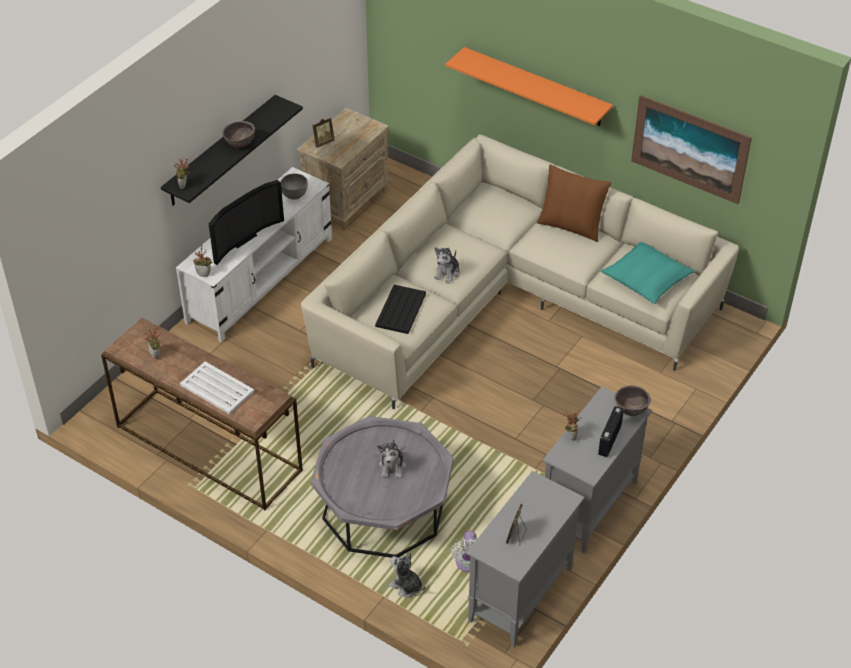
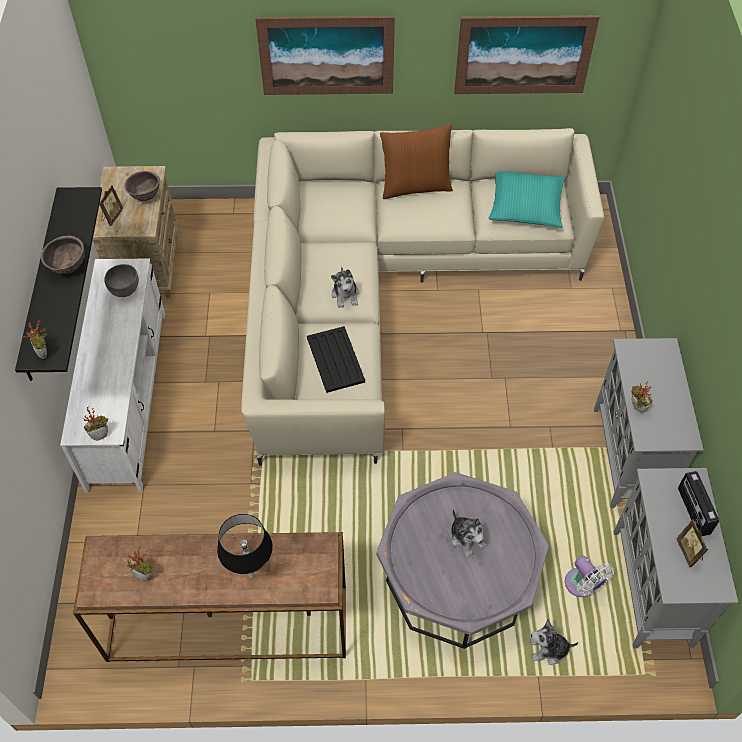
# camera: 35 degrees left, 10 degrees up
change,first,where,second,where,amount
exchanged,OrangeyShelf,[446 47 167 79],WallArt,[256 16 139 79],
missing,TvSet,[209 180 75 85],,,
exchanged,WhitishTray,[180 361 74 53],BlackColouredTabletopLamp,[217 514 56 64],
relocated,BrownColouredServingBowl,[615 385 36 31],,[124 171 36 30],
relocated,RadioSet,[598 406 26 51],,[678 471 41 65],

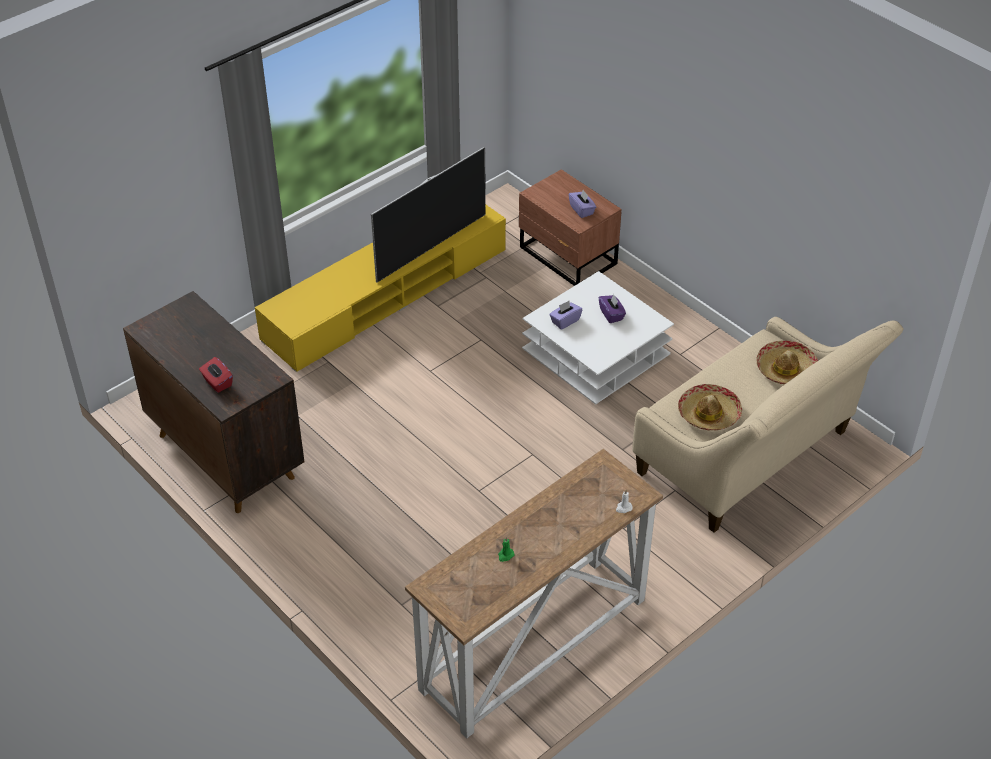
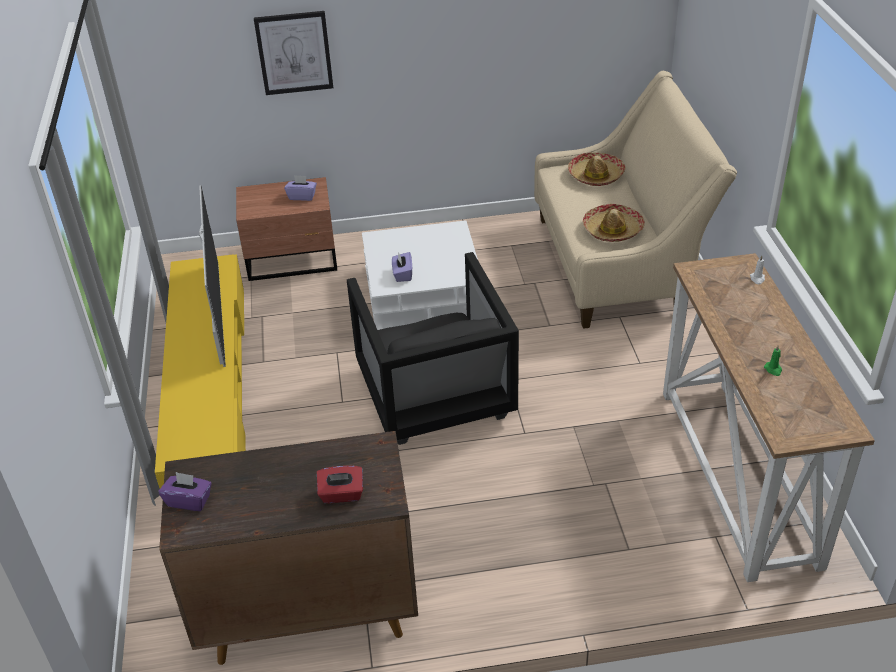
# camera: 55 degrees left, 5 degrees down
change,first,where,second,where,amount
relocated,PurpleColouredBoxOfTissues,[599 294 27 29],,[159 472 53 39],
appeared,,,WallArt,[254 11 79 84],
appeared,,,BlackColouredEasyChair,[347 252 172 193],

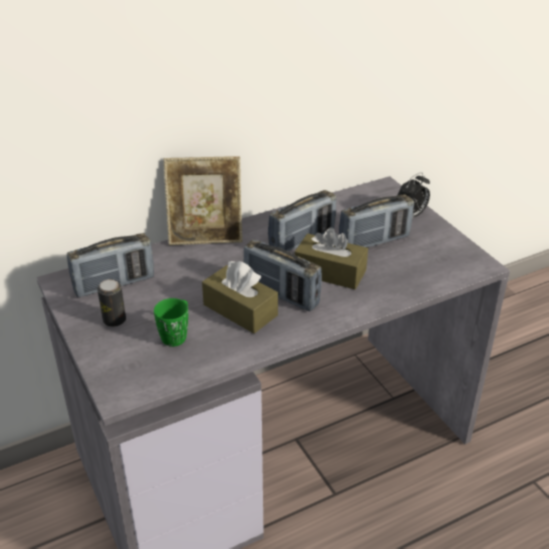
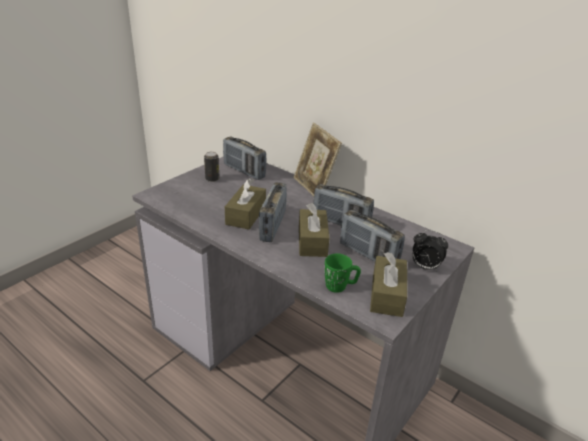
# camera: 65 degrees right, 5 degrees down
change,first,where,second,where,amount
relocated,GreenColouredTeaMug,[154 298 34 49],,[325 253 36 40],
appeared,,,BrownColouredBoxOfTissues,[370 252 37 65],

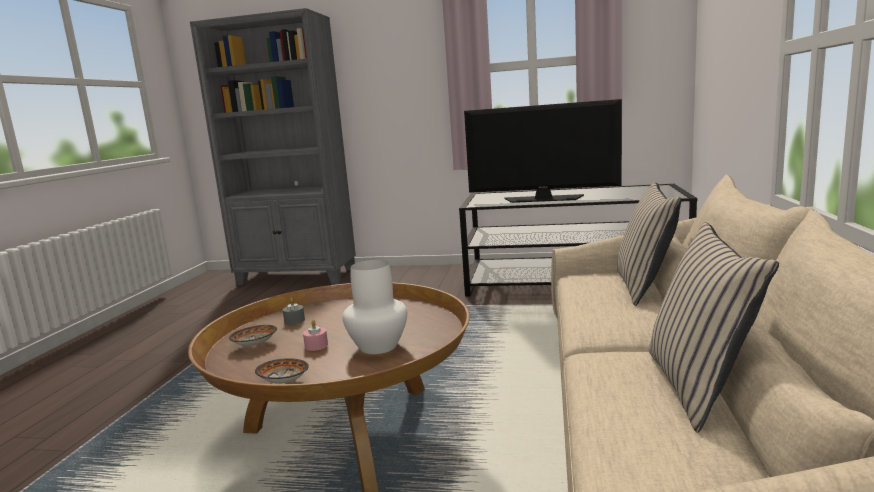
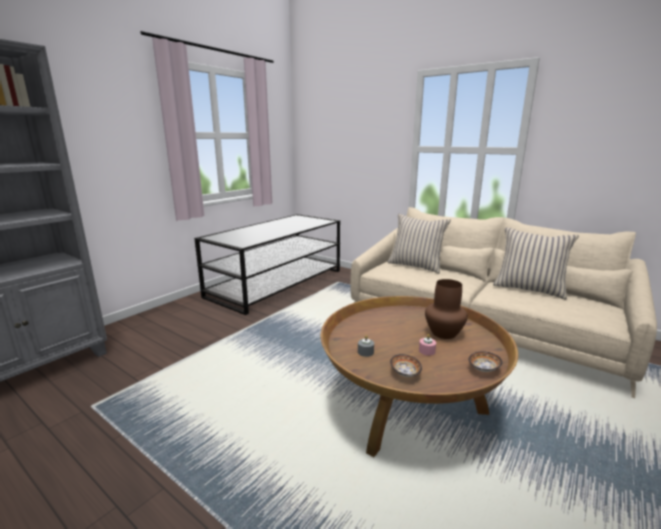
# camera: 65 degrees left, 5 degrees up
change,first,where,second,where,amount
missing,TvSet,[464 99 158 104],,,
colour,WhitishFlowerVase,[343 260 64 94],BrownColouredFlowerVase,[425 279 43 60],

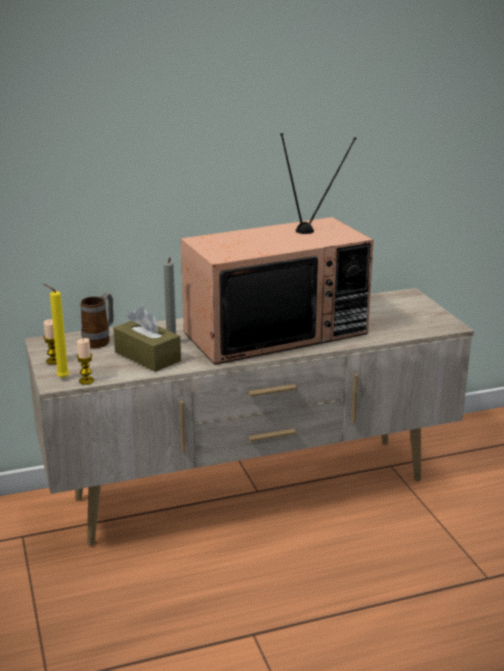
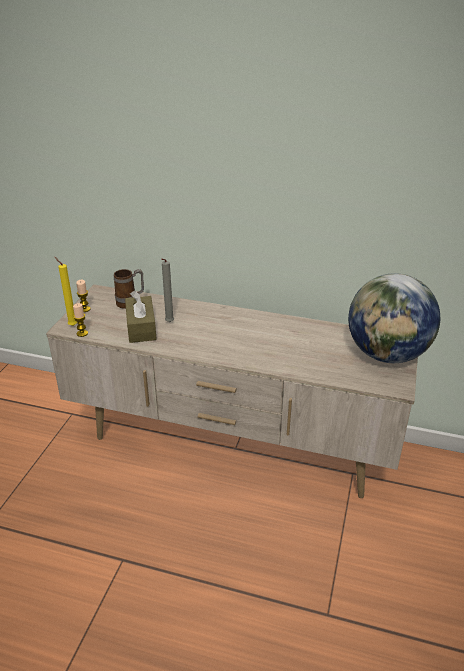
# camera: 35 degrees right, 10 degrees up
change,first,where,second,where,amount
missing,TvSet,[181 133 192 232],,,
appeared,,,Globe,[348 273 92 90],

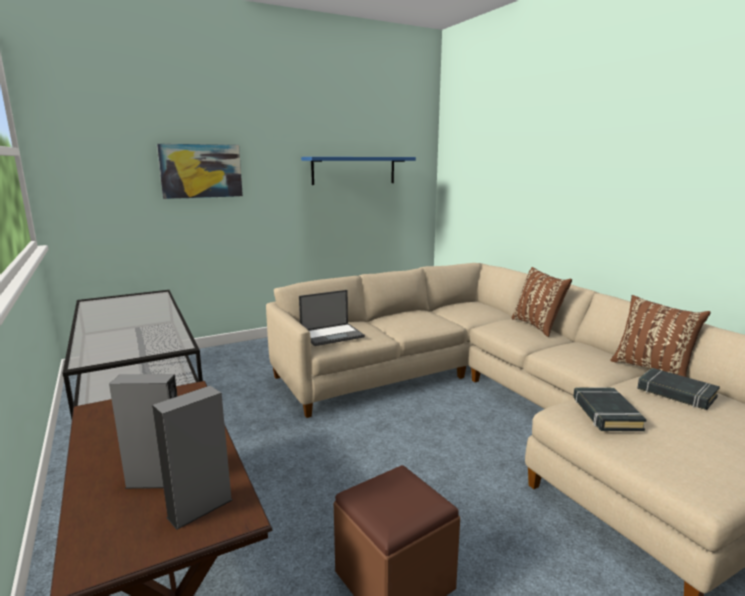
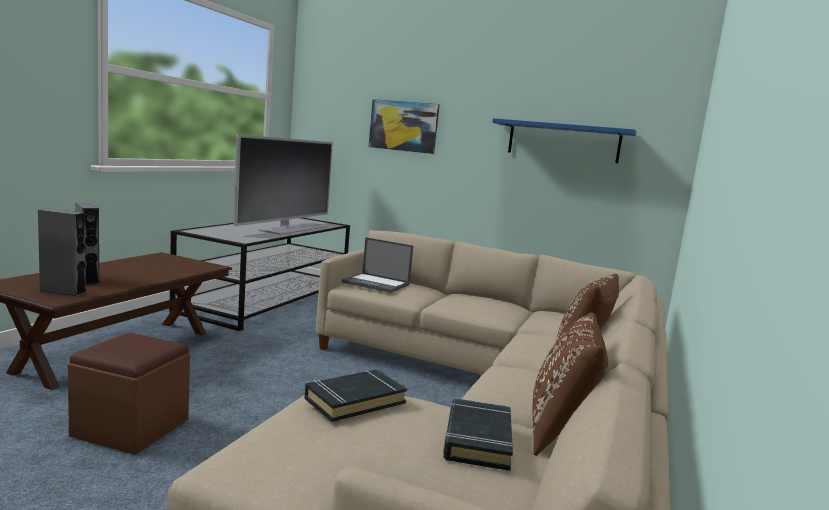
# camera: 50 degrees right, 5 degrees down
change,first,where,second,where,amount
appeared,,,TvSet,[233 134 100 101],

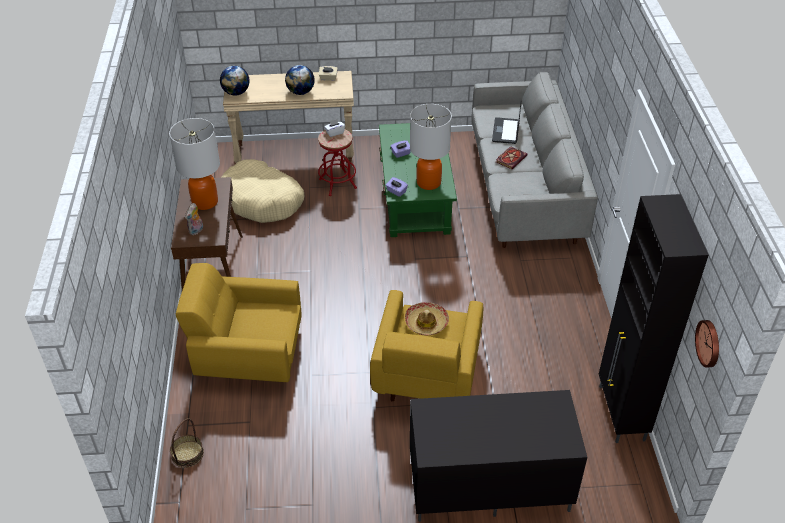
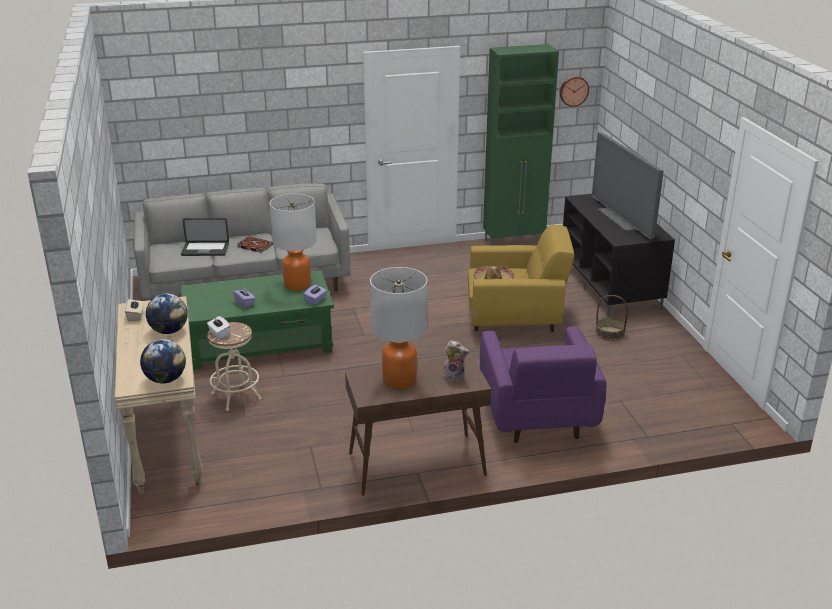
# camera: 100 degrees left, 15 degrees down
change,first,where,second,where,amount
colour,RedStoolSeat,[318 129 39 67],BeigeColouredStoolSeat,[207 322 55 89],
missing,BeigeColouredPetBed,[221 159 83 64],,,
colour,BlackColouredCabinet,[599 194 109 249],GreenColouredCabinet,[483 44 76 201],
colour,YellowishEasyChair,[176 263 126 119],PurpleColouredEasyChair,[480 326 126 117],
relocated,StorageBasket,[170 418 34 50],,[596 295 32 46],
appeared,,,TvSet,[592 132 72 108],

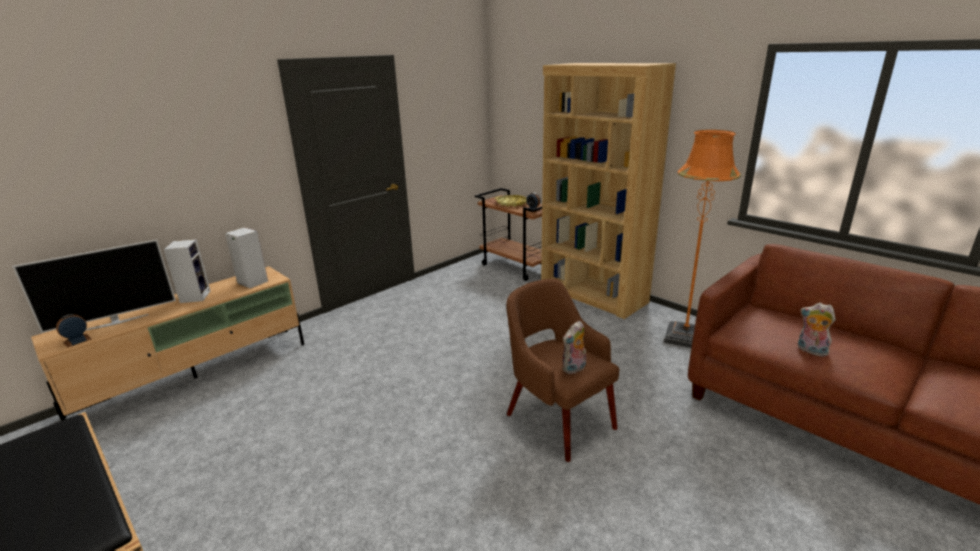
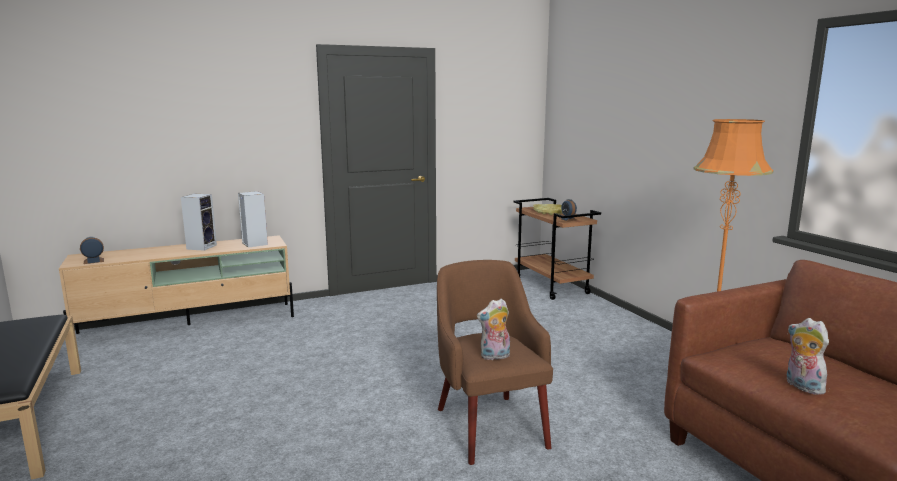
# camera: 20 degrees right, 10 degrees down
change,first,where,second,where,amount
missing,BrownColouredBookcase,[541 63 135 256],,,
missing,TvSet,[12 240 164 93],,,

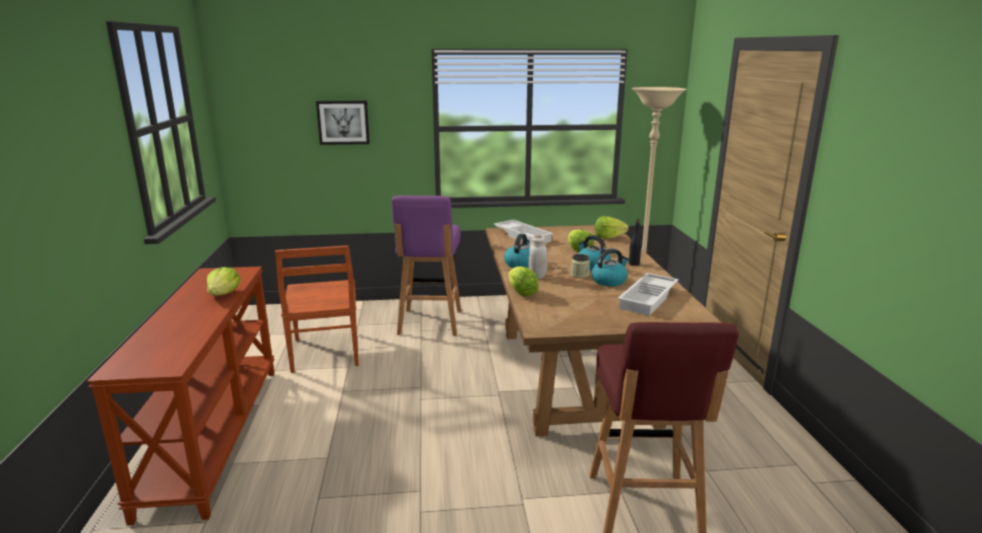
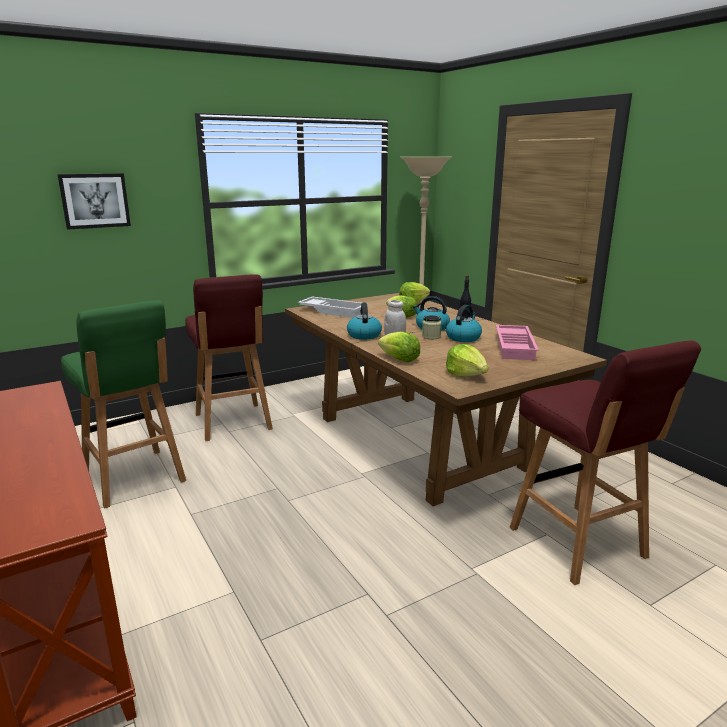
# camera: 25 degrees left, 0 degrees up
change,first,where,second,where,amount
colour,PurpleColouredStoolSeat,[392 195 69 141],RedStoolSeat,[185 275 88 166],
exchanged,BrownColouredChair,[275 245 84 128],GreenColouredStoolSeat,[61 300 125 208],
relocated,HeadOfLettuce,[207 267 34 29],,[446 344 42 33],
colour,WhitishTray,[617 273 62 43],PinkTray,[496 325 43 35],

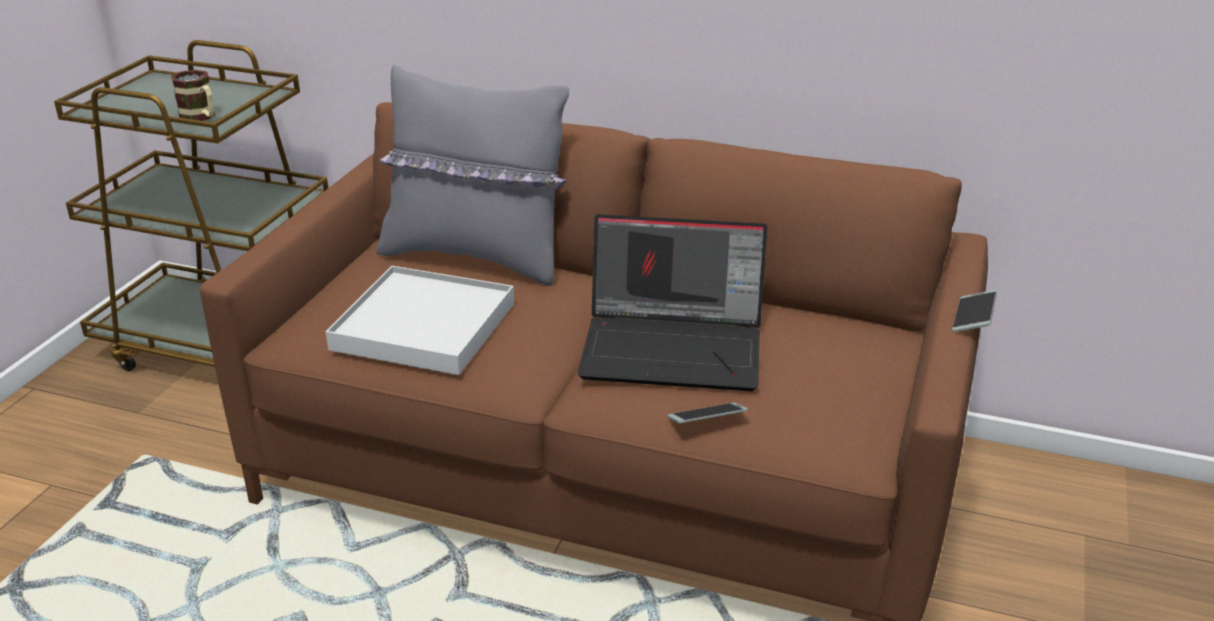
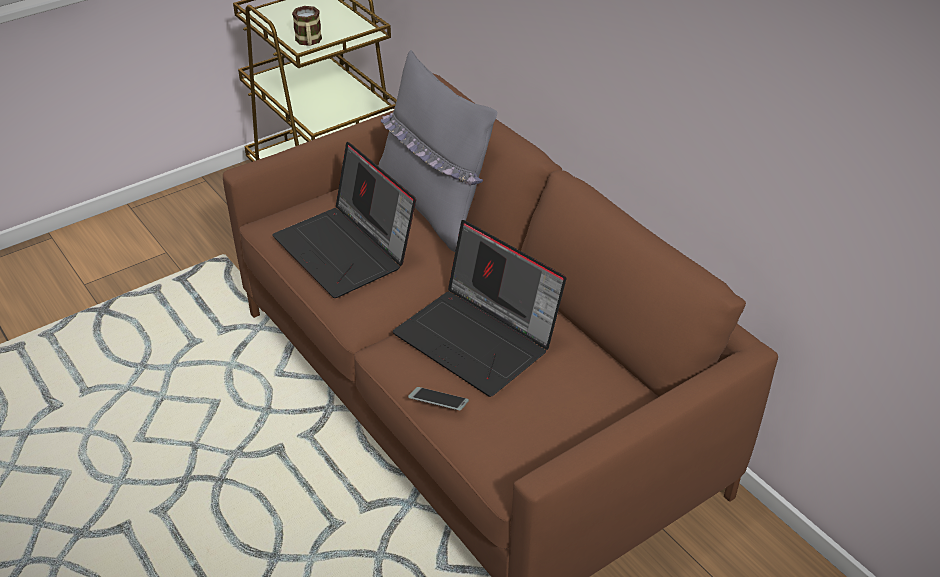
# camera: 35 degrees right, 10 degrees up
change,first,where,second,where,amount
exchanged,WhitishTray,[326 266 188 109],NotebookComputer,[272 142 144 156],
missing,Handset,[952 290 45 42],,,

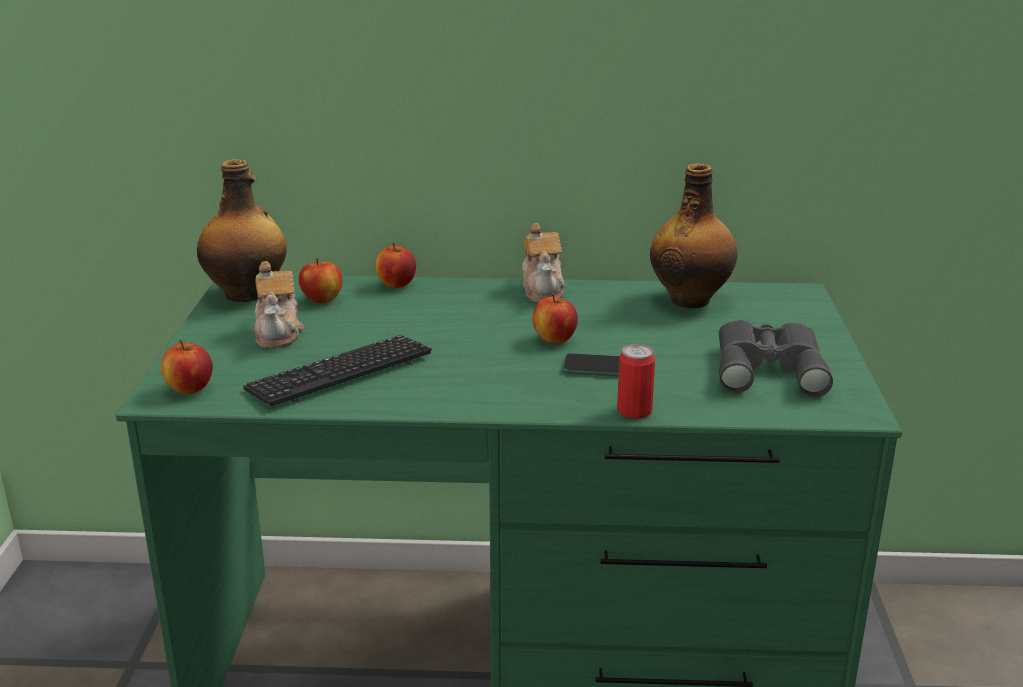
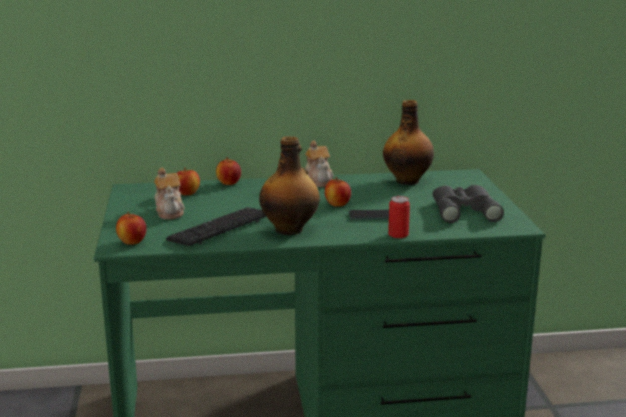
# camera: 10 degrees left, 5 degrees down
change,first,where,second,where,amount
relocated,Bottle,[197 159 90 143],,[259 136 61 99],

